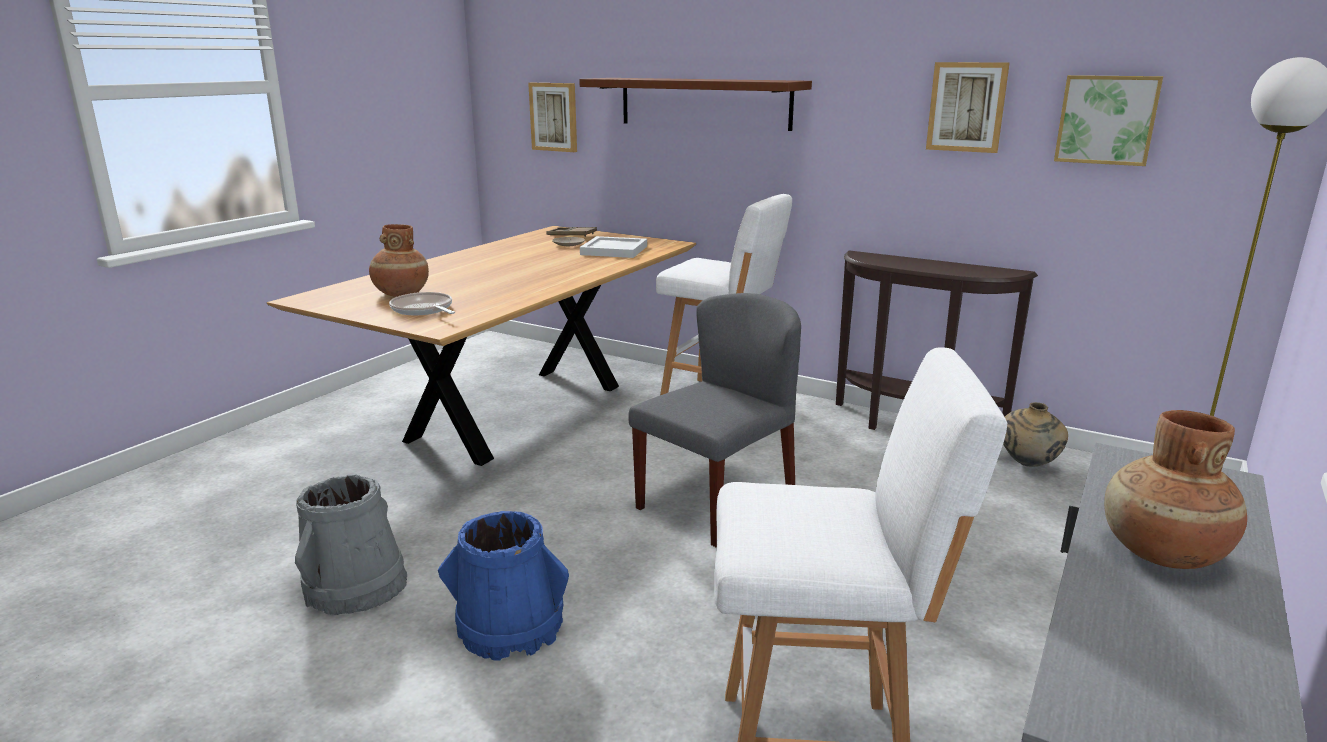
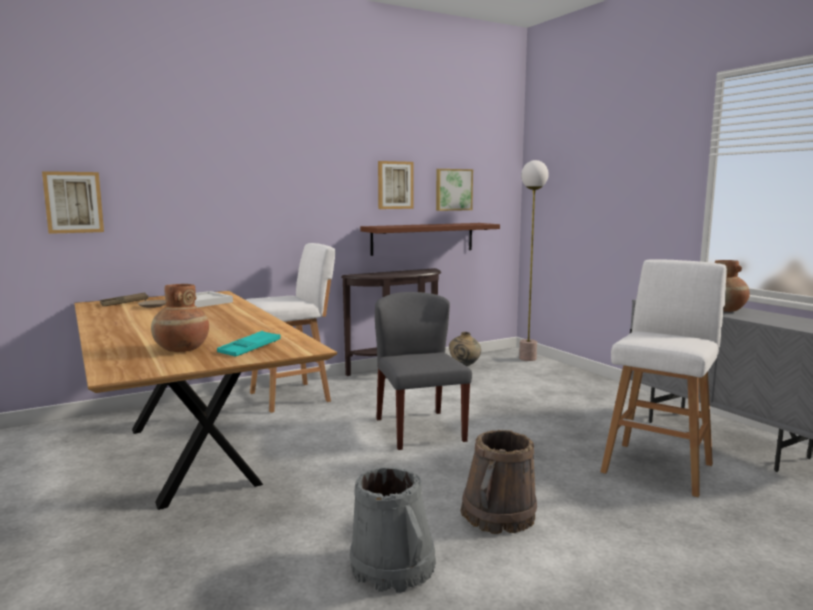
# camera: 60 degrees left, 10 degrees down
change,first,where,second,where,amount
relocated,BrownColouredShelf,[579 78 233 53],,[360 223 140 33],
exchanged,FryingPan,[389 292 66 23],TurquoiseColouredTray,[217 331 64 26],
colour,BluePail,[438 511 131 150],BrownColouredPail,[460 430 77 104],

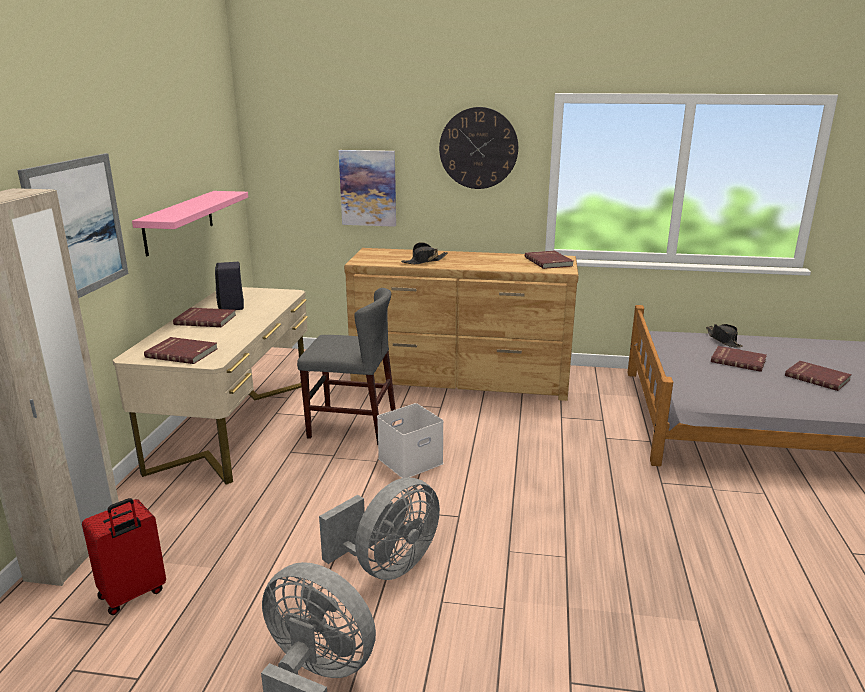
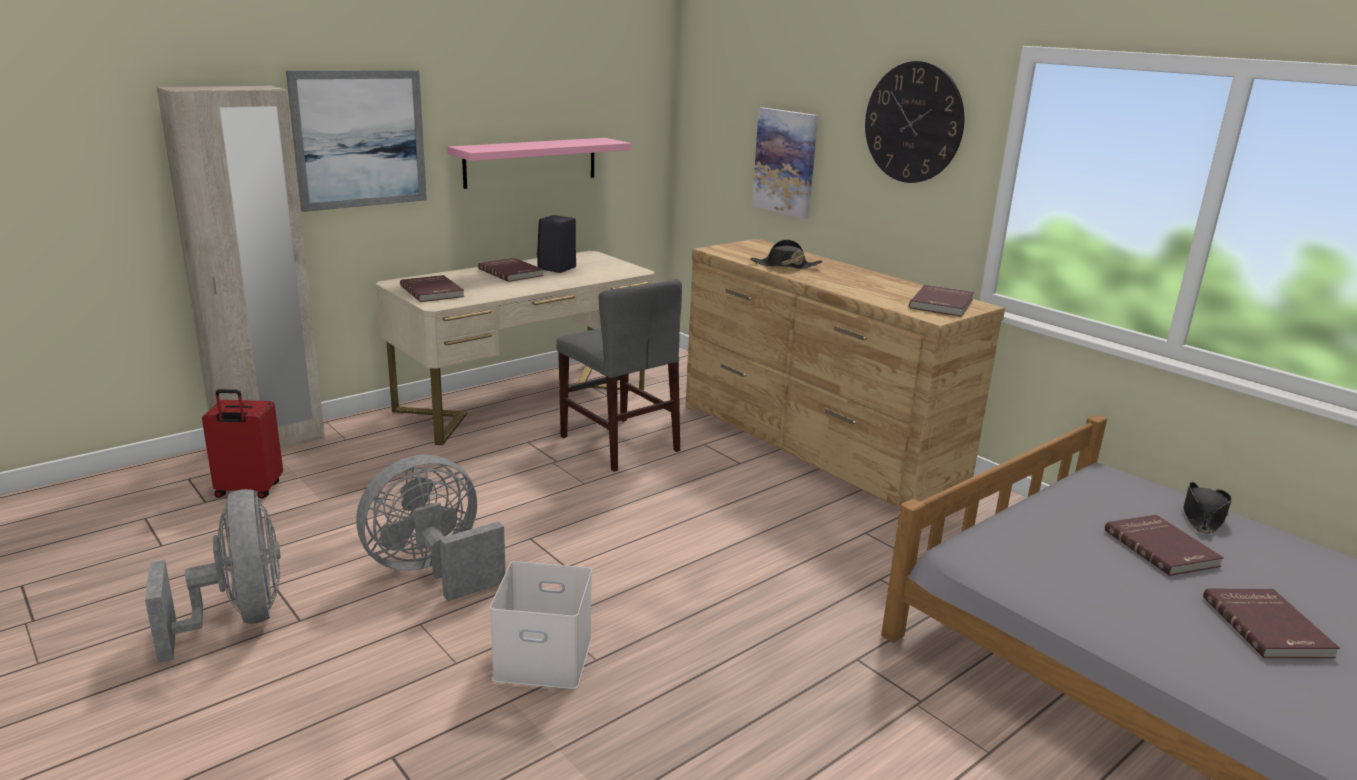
# camera: 40 degrees right, 0 degrees up
change,first,where,second,where,amount
relocated,WhitishStorageBin,[377 403 67 75],,[490 561 102 128],
spun,GreyishElectricFan,[319 478 121 102],,[356 455 150 146],150 degrees clockwise

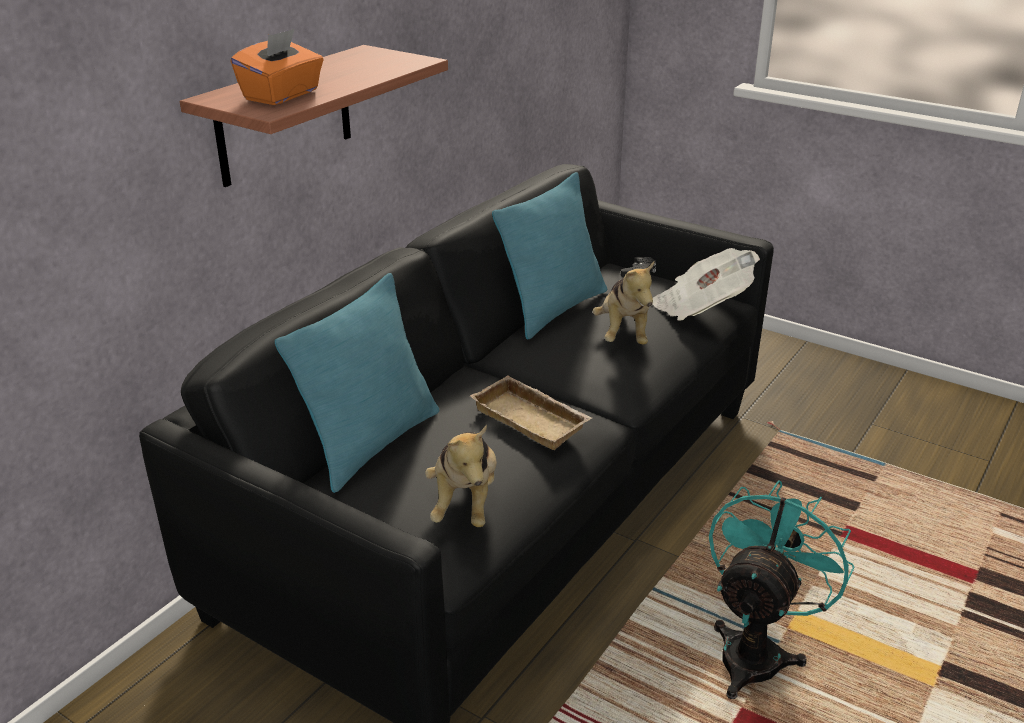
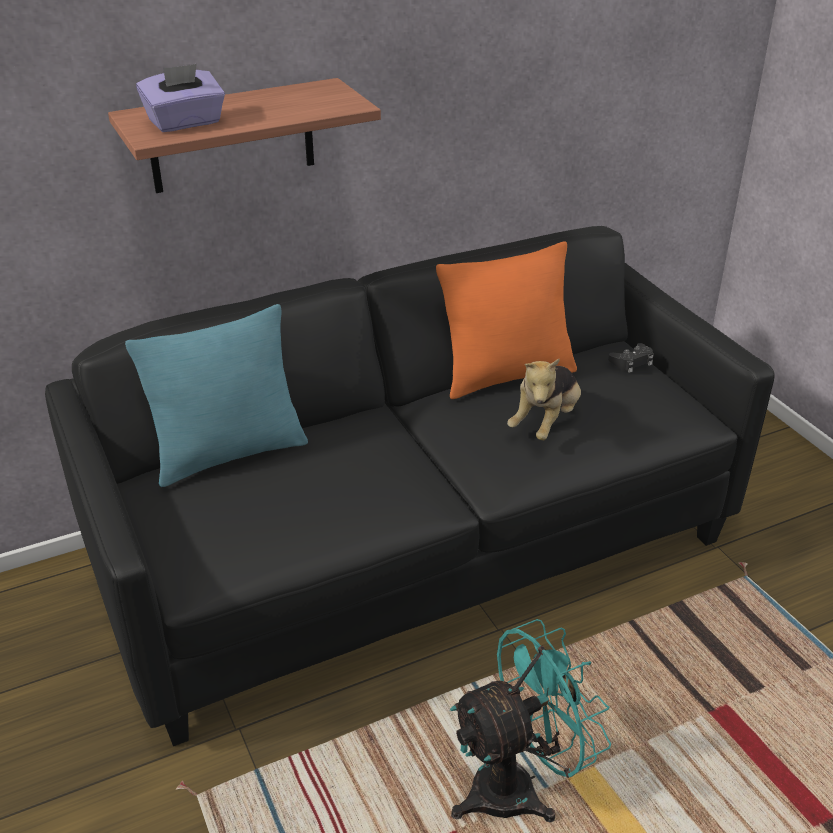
# camera: 30 degrees right, 5 degrees up
change,first,where,second,where,amount
colour,OrangeyBoxOfTissues,[231 28 93 77],PurpleColouredBoxOfTissues,[136 64 89 68],
colour,TurquoiseColouredThrowPillow,[492 172 115 168],OrangeyThrowPillow,[436 241 141 158],
missing,DailyPaper,[652 248 108 73],,,
missing,BeigeColouredTray,[470 375 122 75],,,
missing,CuddlyToy,[425 425 72 102],,,

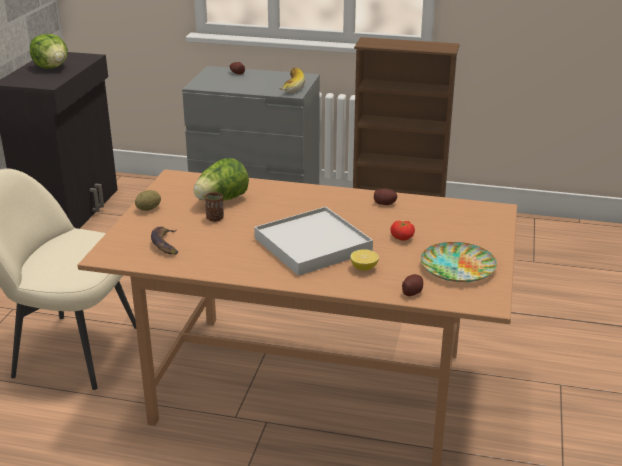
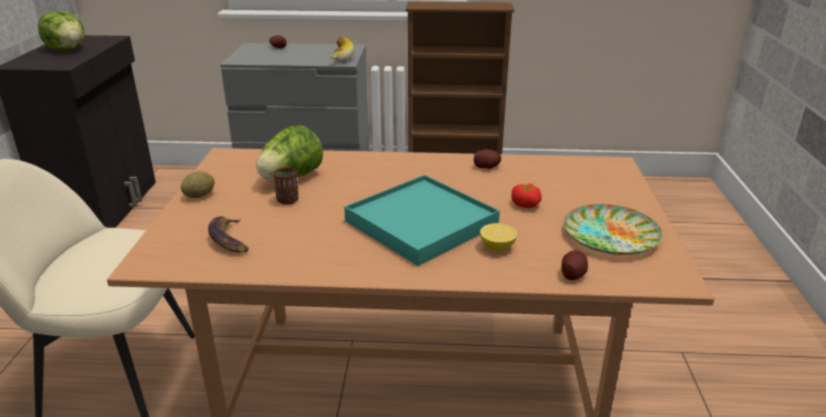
# camera: 10 degrees left, 0 degrees up
change,first,where,second,where,amount
colour,WhitishTray,[254 207 119 69],TurquoiseColouredTray,[344 175 156 91],

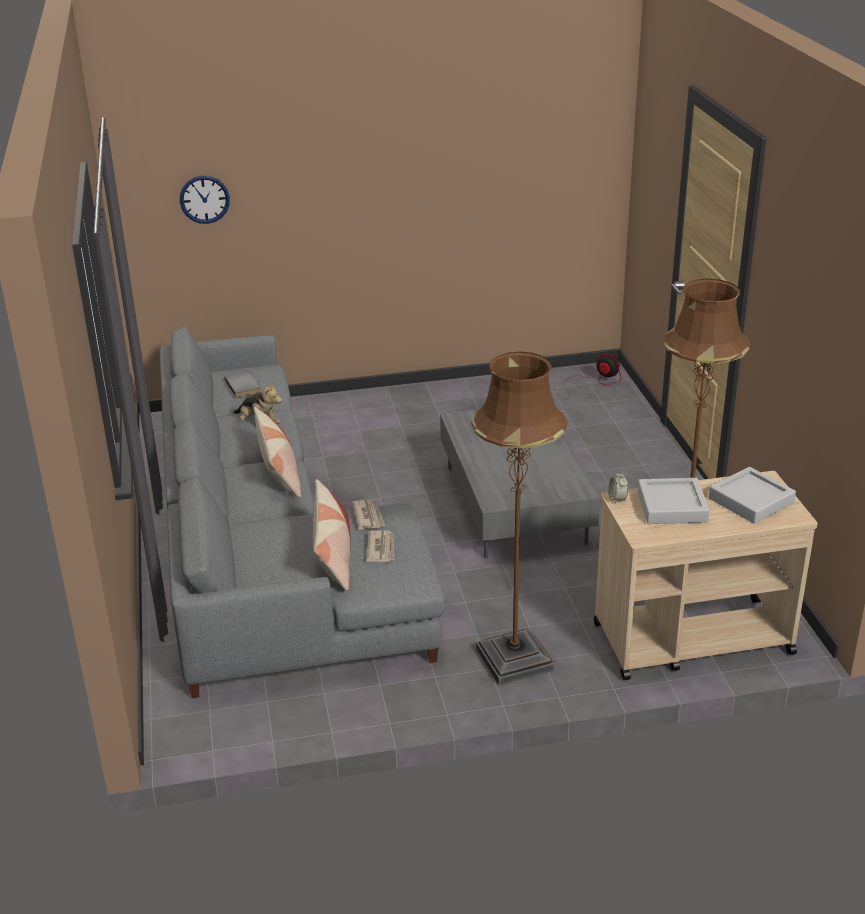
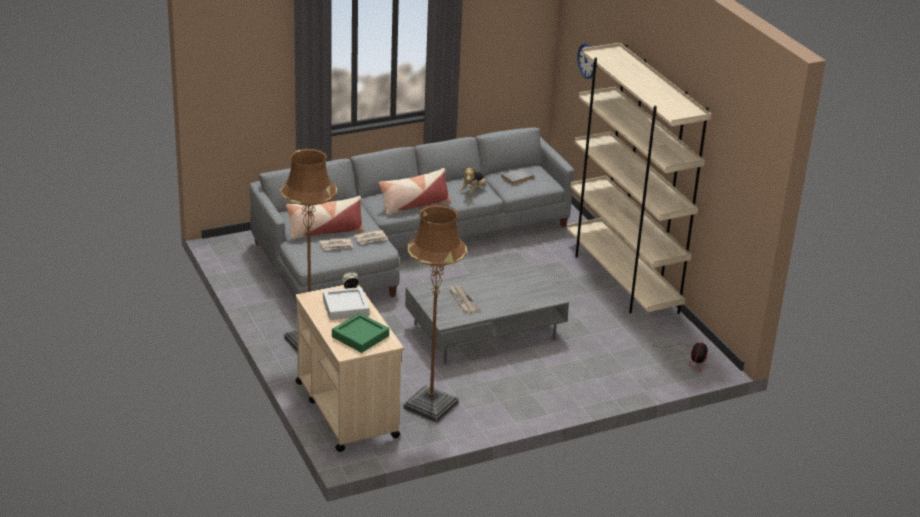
# camera: 75 degrees right, 0 degrees up
change,first,where,second,where,amount
colour,GreyishTray,[709 467 87 57],GreenColouredTray,[332 313 57 40],
appeared,,,BeigeColouredBookcase,[567 43 145 271],
appeared,,,DailyPaper,[449 286 31 27],

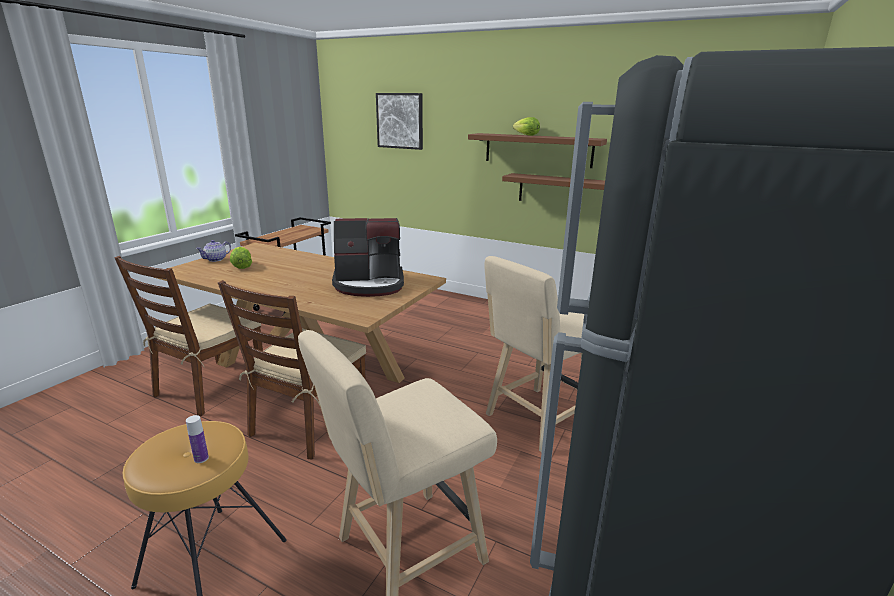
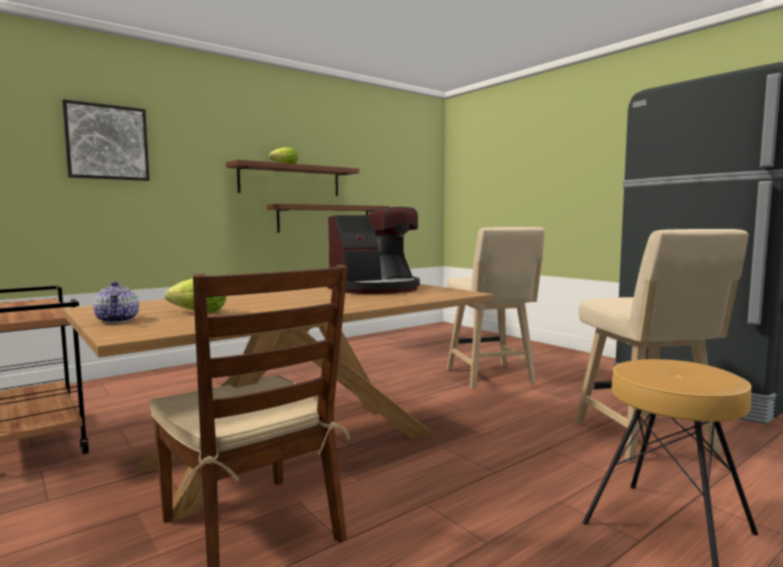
# camera: 65 degrees left, 15 degrees down
change,first,where,second,where,amount
spun,CoffeeMaker,[332 218 72 79],,[327 207 93 87],45 degrees clockwise
missing,BrownColouredChair,[218 280 148 180],,,
missing,Bottle,[186 415 23 48],,,

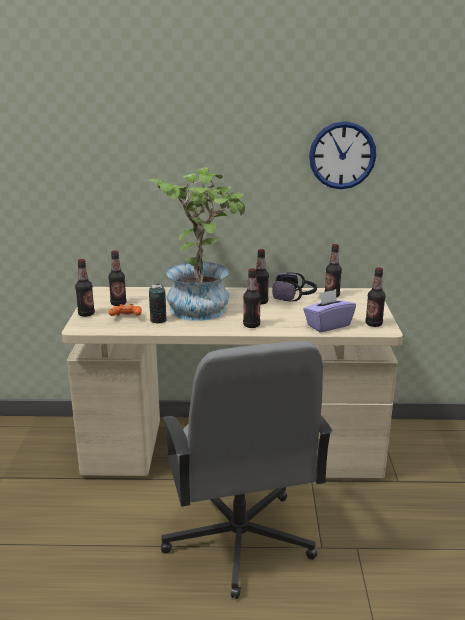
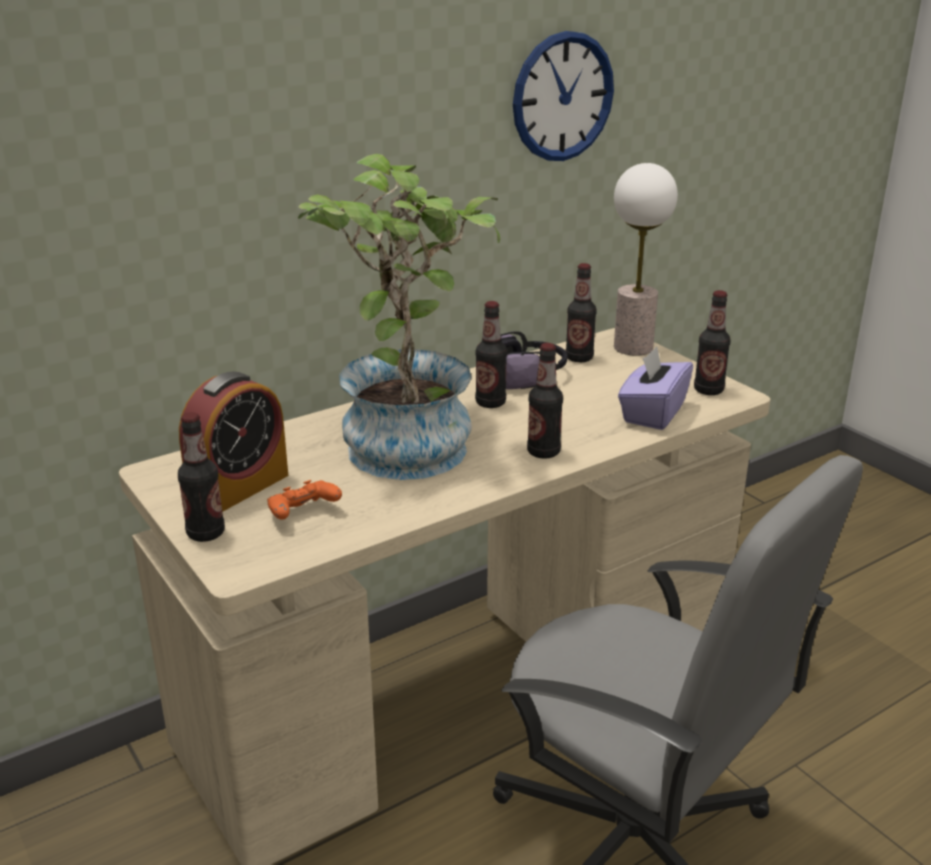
# camera: 35 degrees left, 5 degrees up
change,first,where,second,where,amount
exchanged,Bottle,[108 250 19 56],AlarmClock,[179 372 109 140],
missing,MetalCan,[149 284 17 40],,,
appeared,,,TabletopLamp,[614 163 64 193],

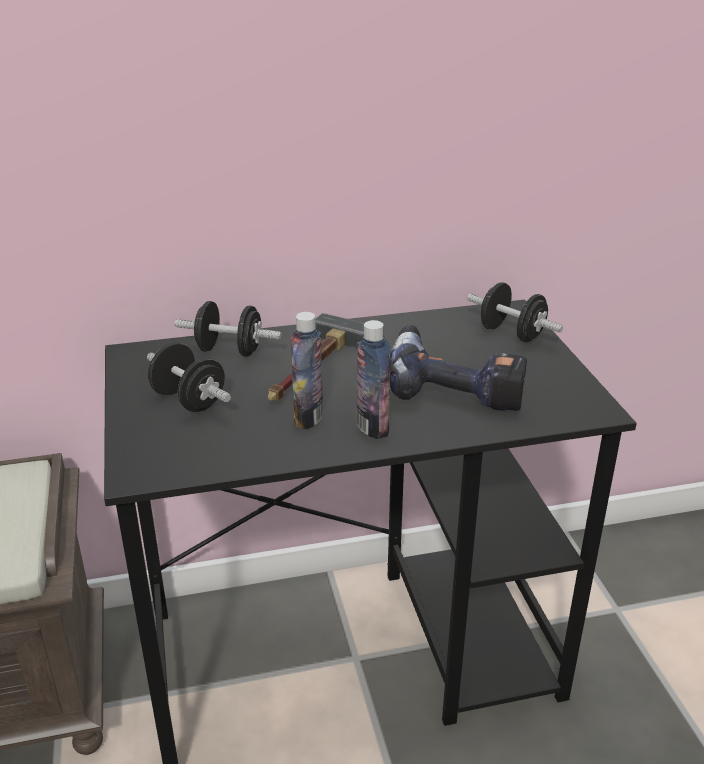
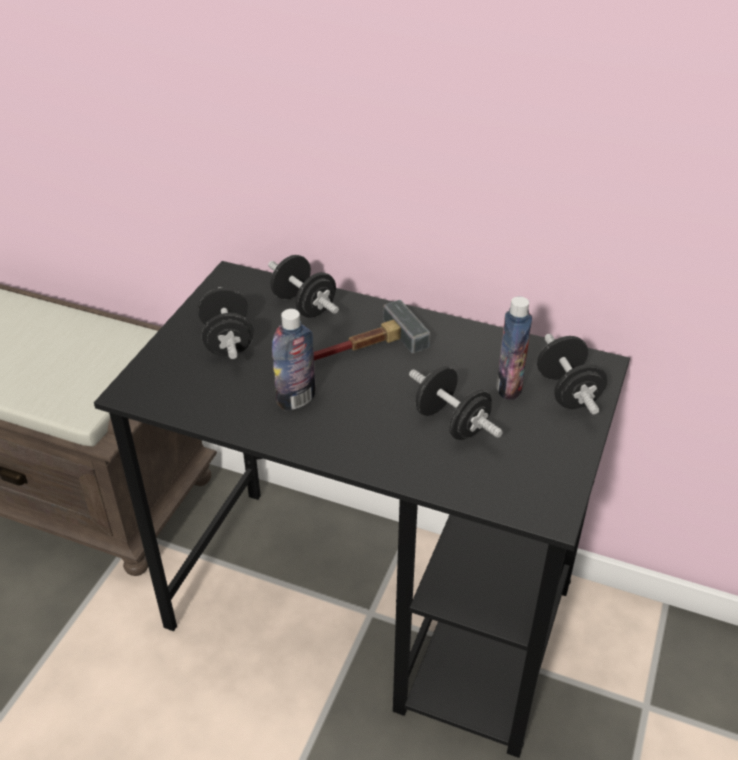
# camera: 35 degrees right, 10 degrees up
change,first,where,second,where,amount
relocated,Bottle,[356 320 35 119],,[496 296 36 104],
exchanged,PowerDrill,[390 325 137 86],BlackColouredDumbbell,[409 366 94 74],

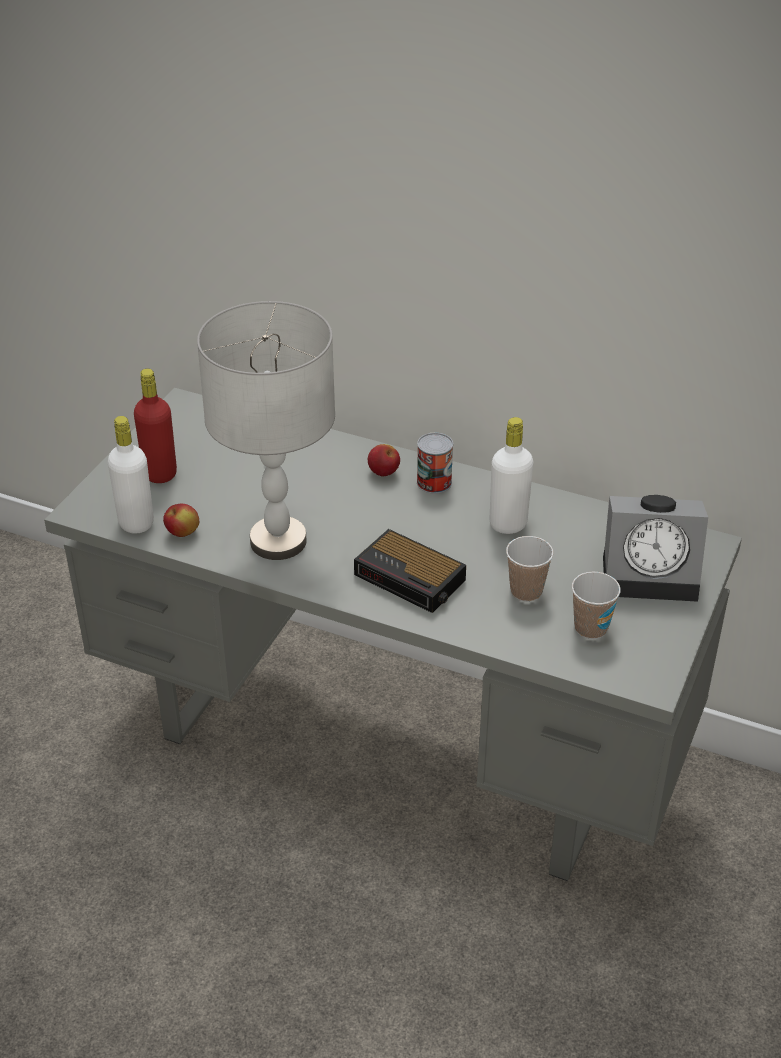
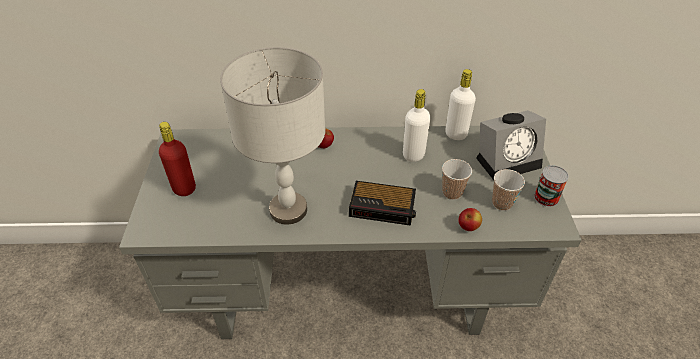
# camera: 25 degrees left, 5 degrees up
change,first,where,second,where,amount
relocated,WhitishBottle,[108 416 46 118],,[445 69 31 71],
relocated,MetalCan,[417 433 36 61],,[534 165 35 42],
relocated,AppleFruit,[163 504 36 33],,[459 208 23 23],

